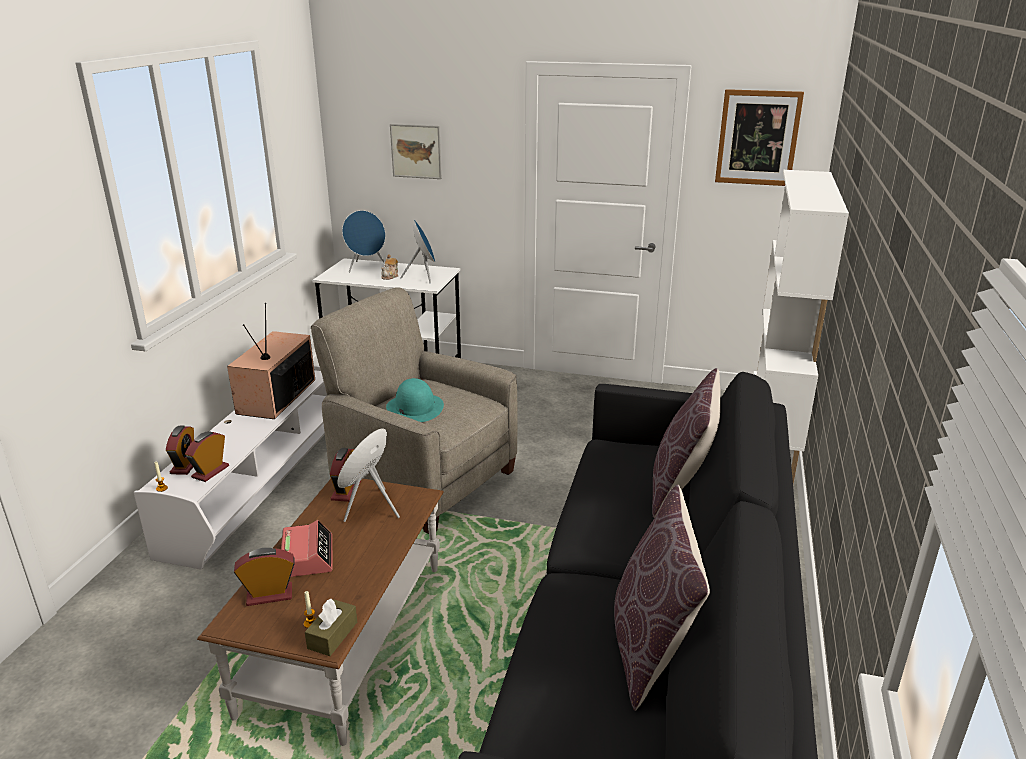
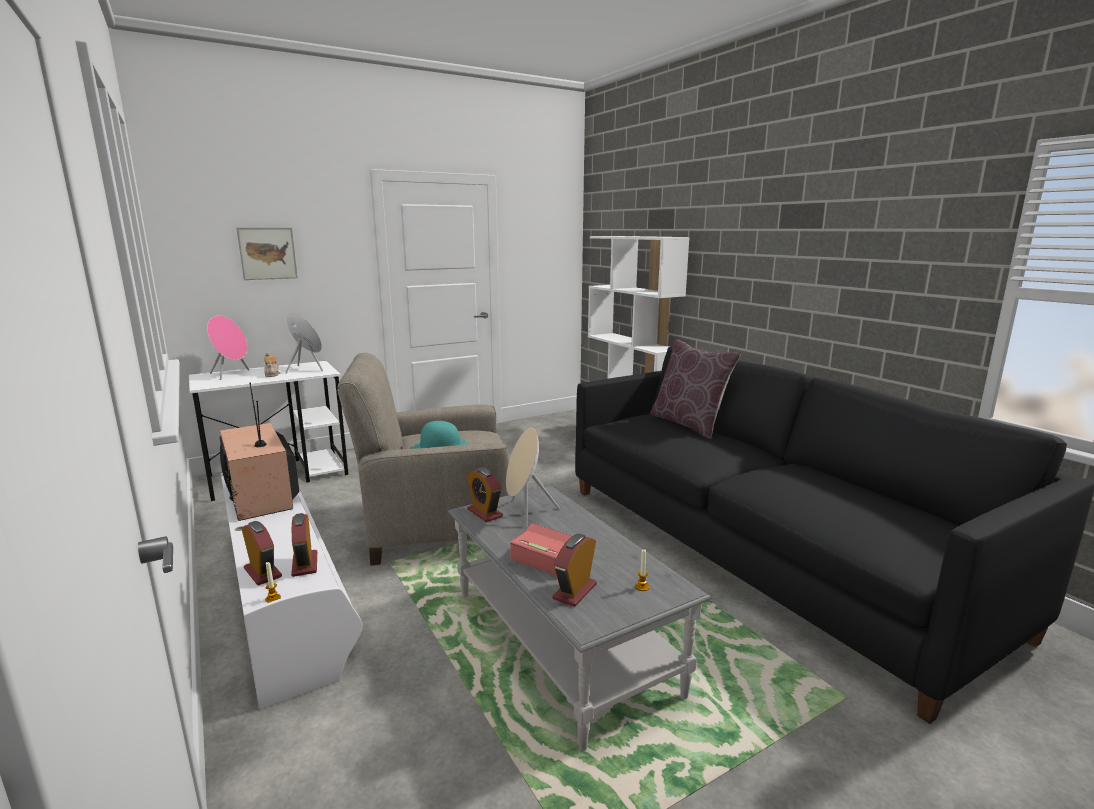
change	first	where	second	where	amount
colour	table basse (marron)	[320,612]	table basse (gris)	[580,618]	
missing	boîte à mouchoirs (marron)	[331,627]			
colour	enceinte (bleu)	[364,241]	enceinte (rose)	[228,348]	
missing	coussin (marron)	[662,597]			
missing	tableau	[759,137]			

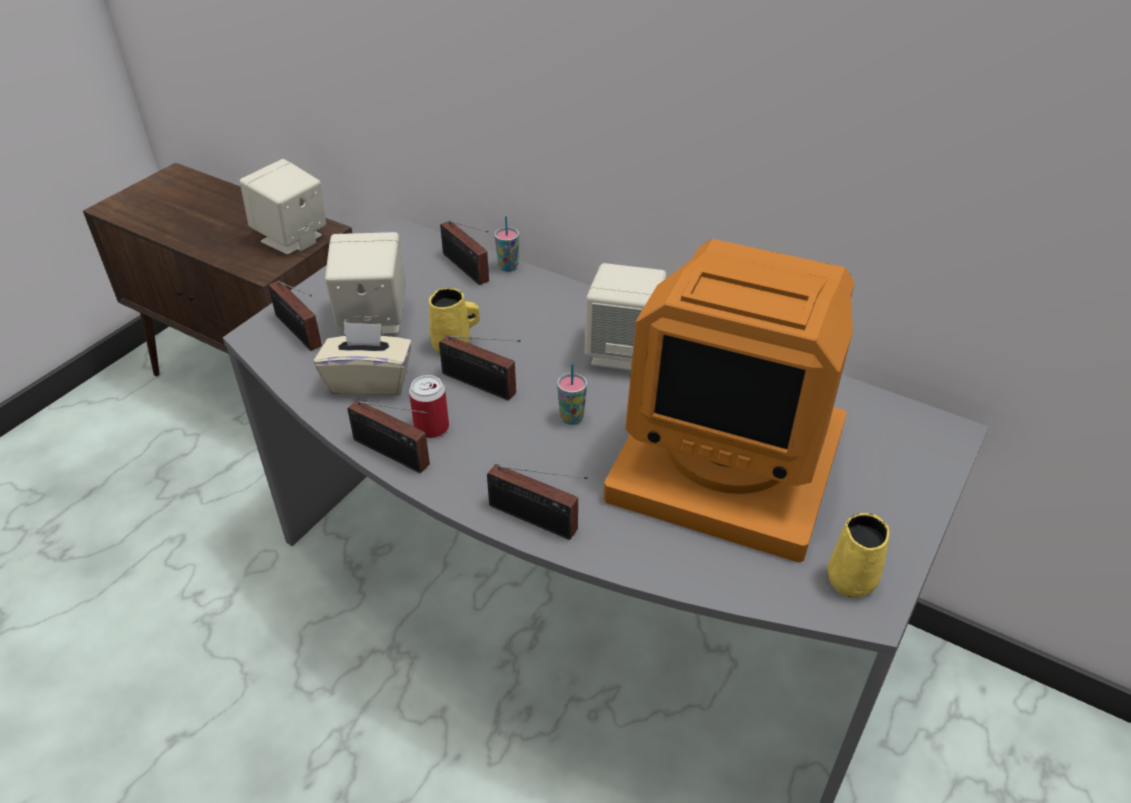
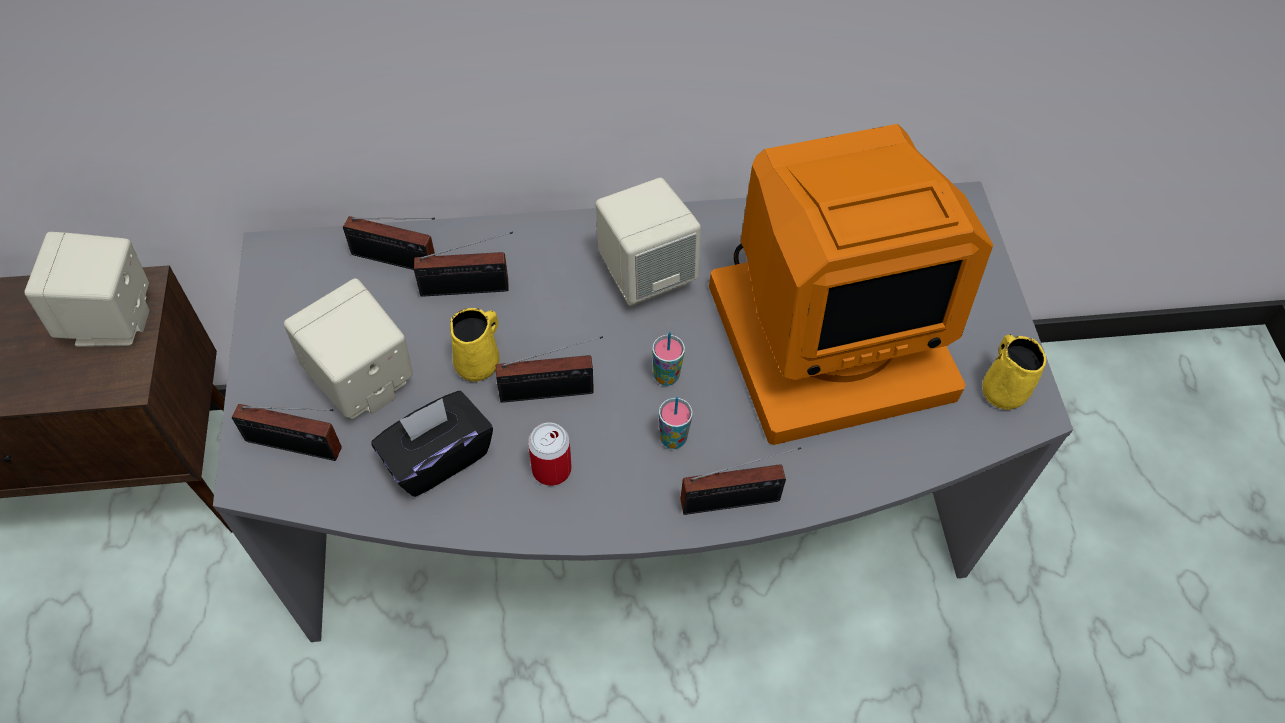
change	first	where	second	where	amount
colour	boîte à mouchoirs (beige)	[363,358]	boîte à mouchoirs (noir)	[432,444]	
relocated	radio	[388,436]		[463,264]	
relocated	tasse	[506,244]		[676,423]	

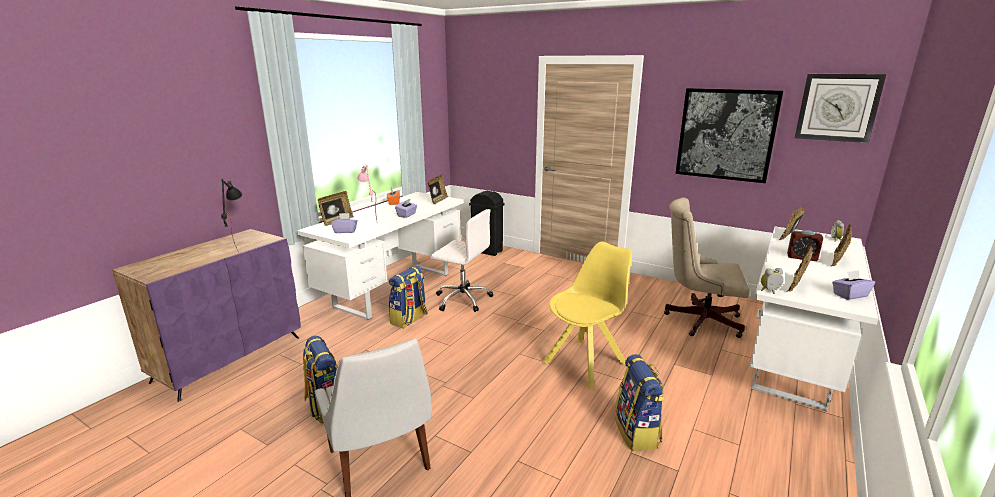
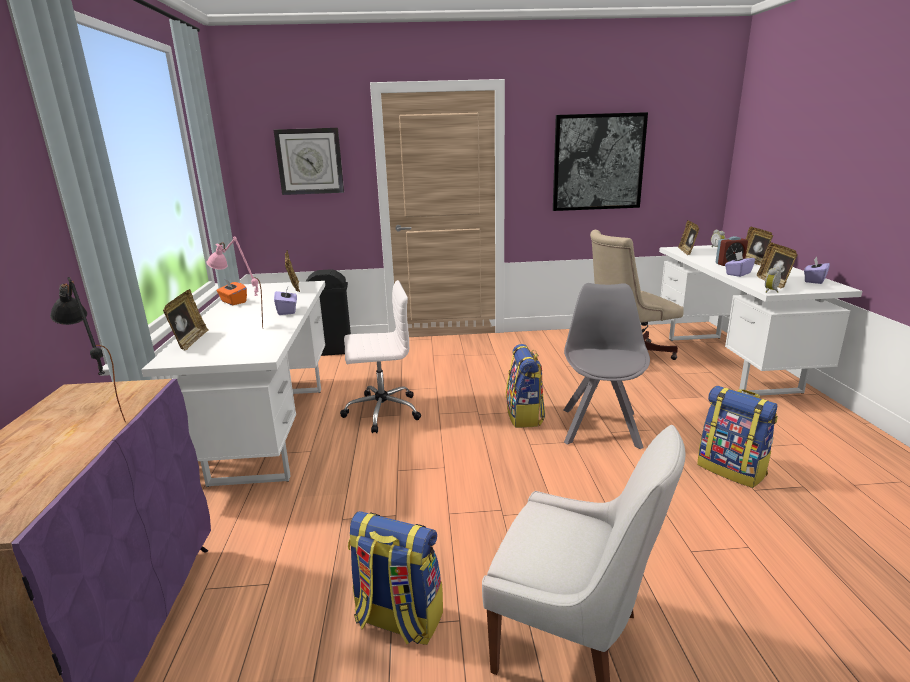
change	first	where	second	where	amount
relocated	boîte à mouchoirs (violet)	[344,223]		[740,264]	
relocated	sac à dos	[408,297]		[525,386]	
colour	chaise (jaune)	[587,315]	chaise (gris)	[606,366]	
relocated	horloge murale	[840,108]		[309,161]	

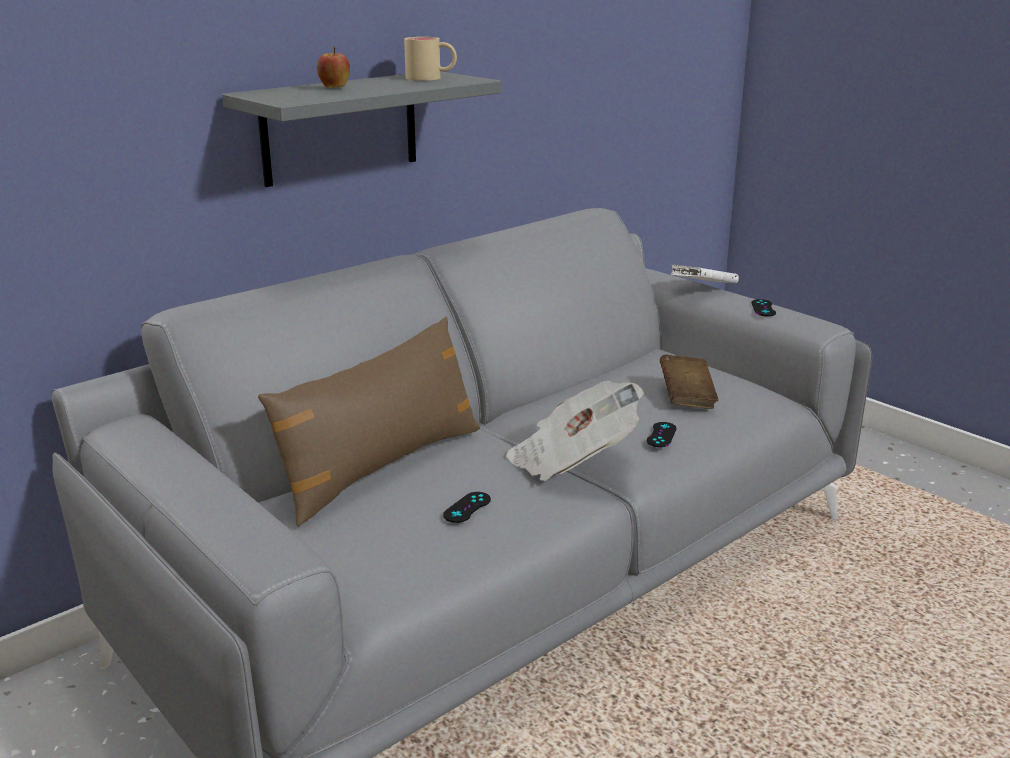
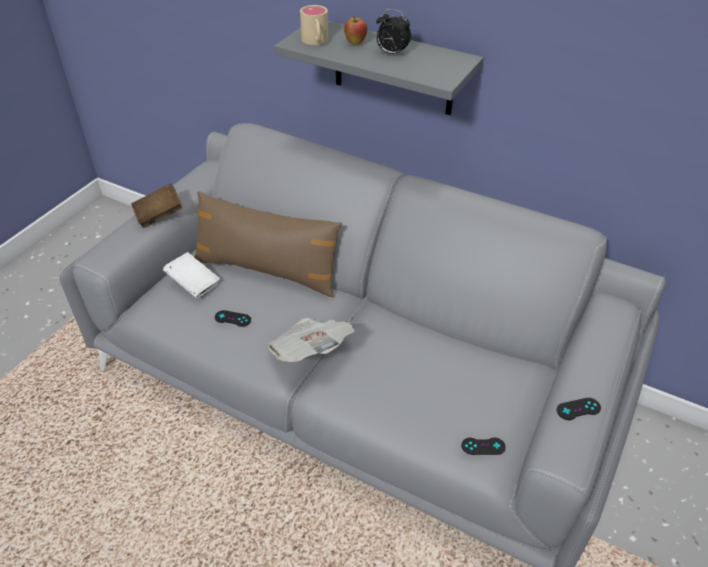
change	first	where	second	where	amount
relocated	mug (beige)	[430,59]		[314,25]	
relocated	manette (noir)	[662,434]		[483,446]	
relocated	livre (marron)	[689,382]		[157,205]	
relocated	livre (blanc)	[705,273]		[191,275]	
appeared			réveil	[393,32]	

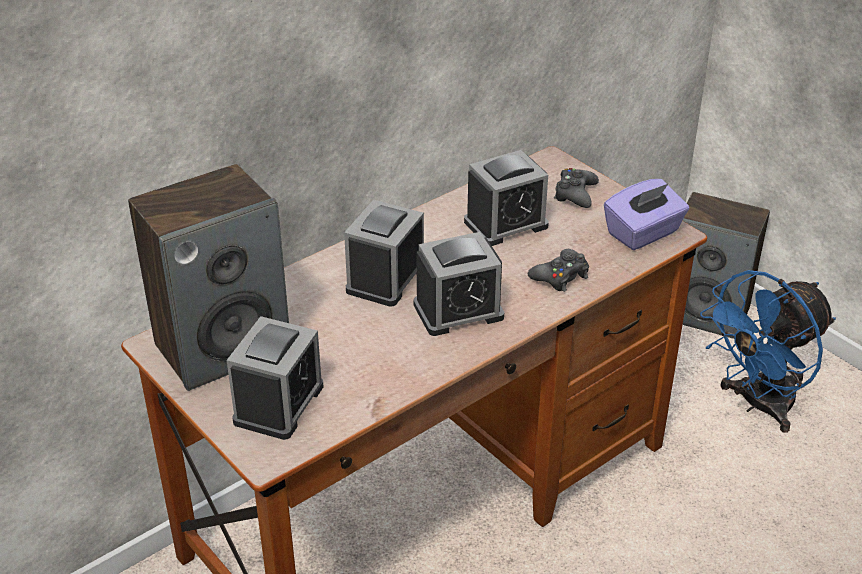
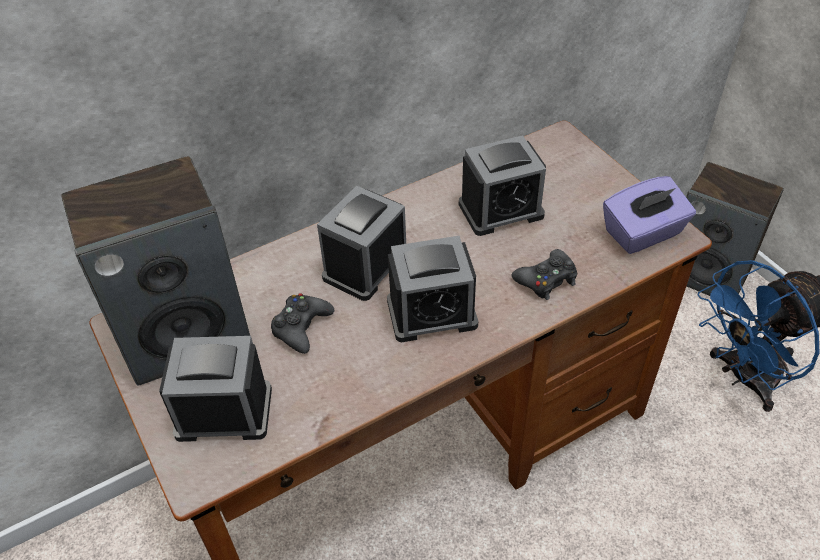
change	first	where	second	where	amount
spun	réveil	[275,378]		[215,389]	120 degrees counterclockwise
relocated	manette (noir)	[576,188]		[302,324]	

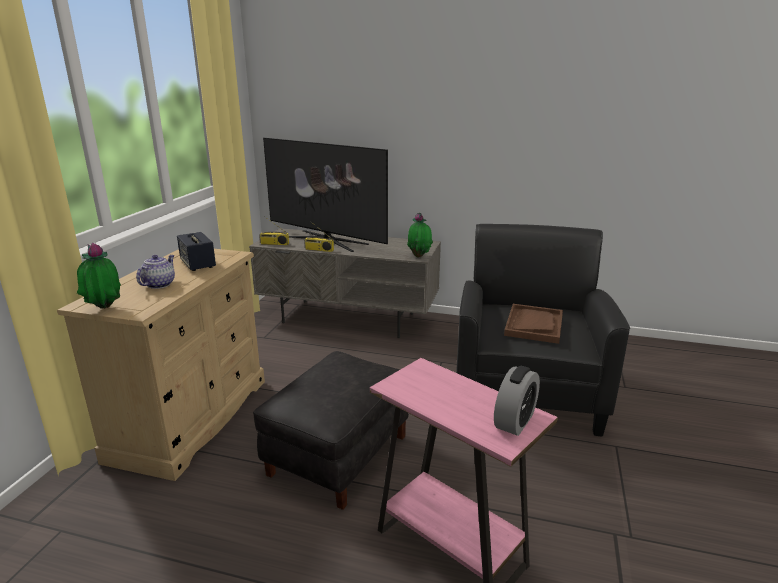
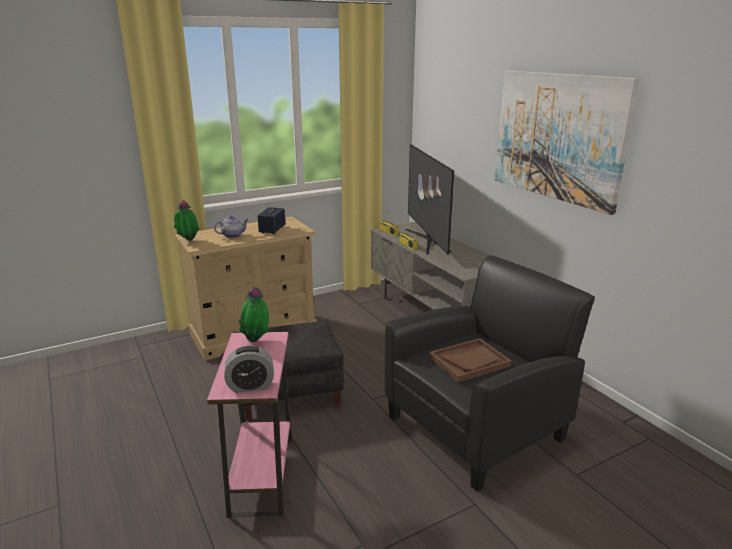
change	first	where	second	where	amount
relocated	plante en pot	[420,235]		[253,314]	
appeared			tableau	[567,142]	

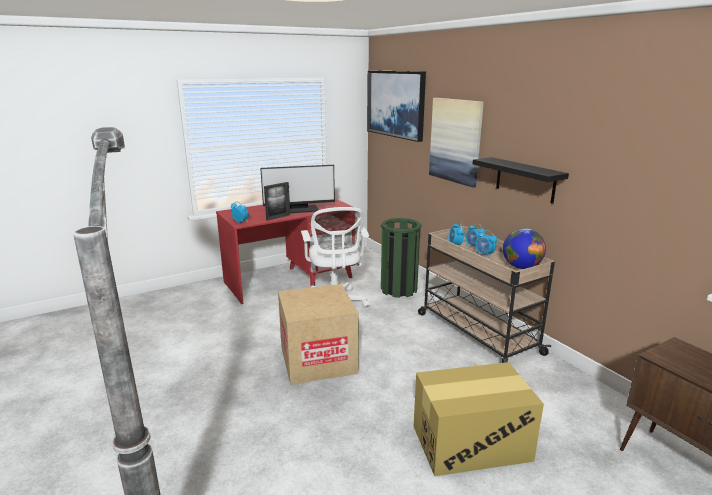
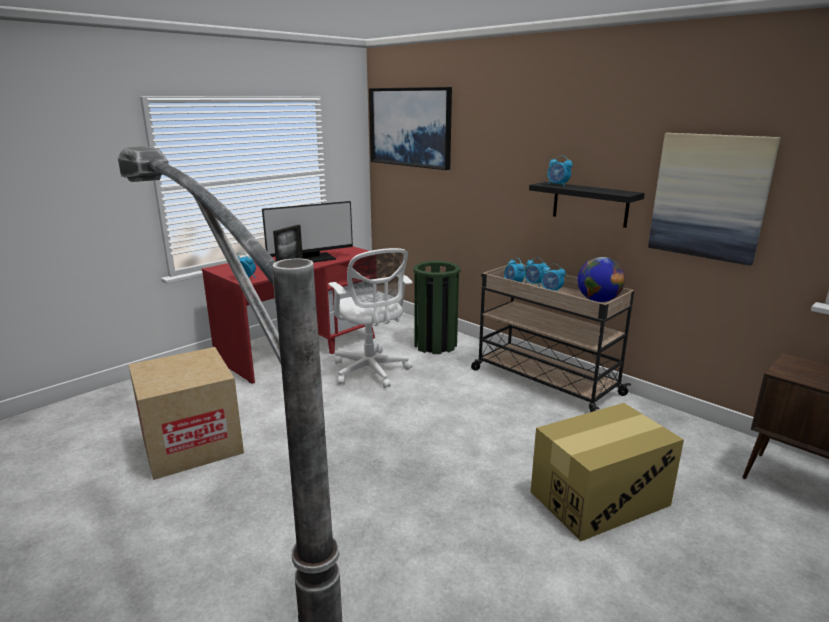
change	first	where	second	where	amount
relocated	carton	[318,334]		[186,413]	
relocated	tableau	[456,143]		[714,199]	
appeared			réveil	[560,170]	

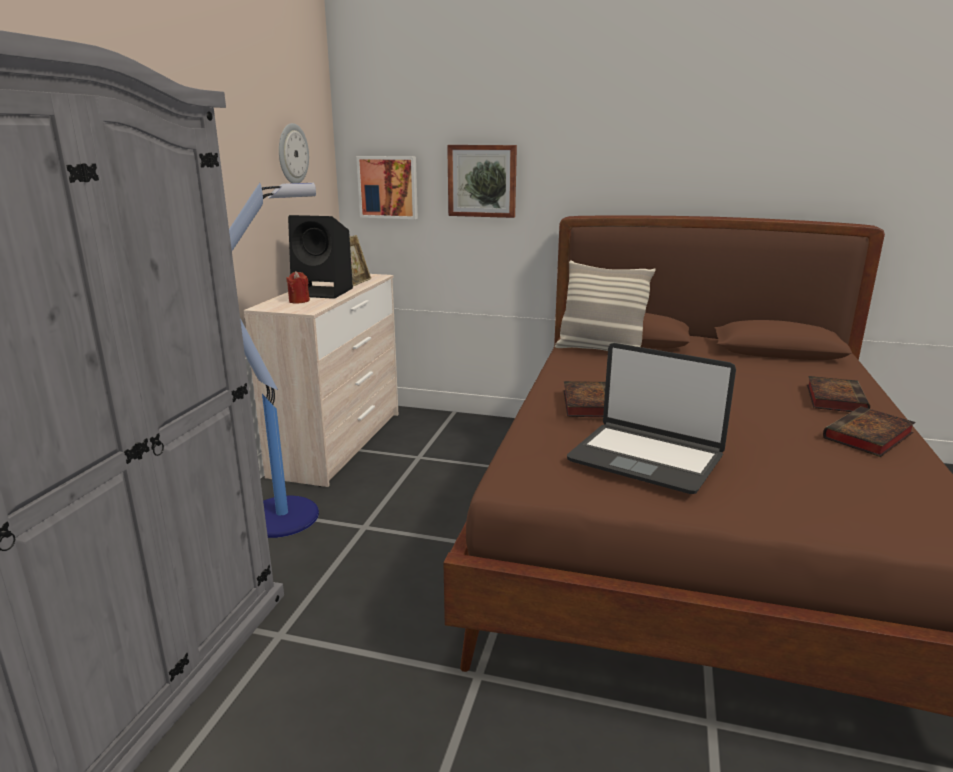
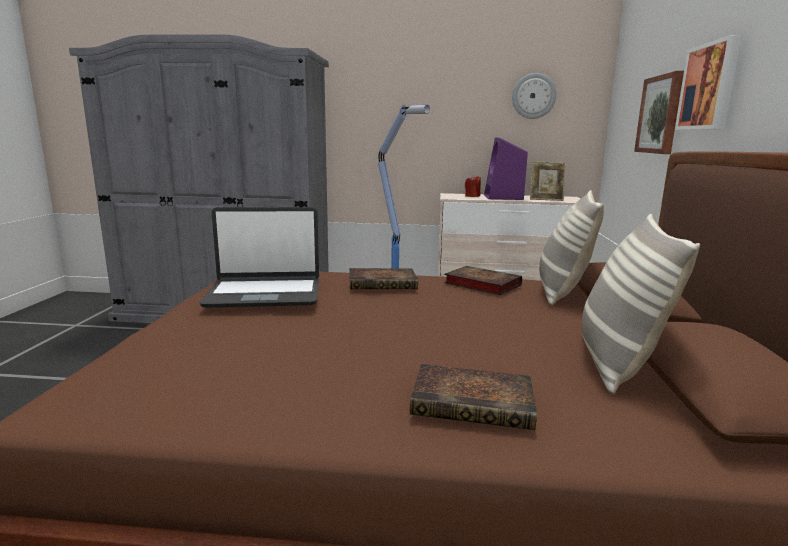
change	first	where	second	where	amount
colour	enceinte (noir)	[320,257]	enceinte (violet)	[506,169]	
relocated	tableau	[387,187]		[708,82]	
spun	ordinateur portable	[651,418]		[259,257]	120 degrees counterclockwise
relocated	livre	[869,431]		[483,280]	
appeared			coussin	[641,304]	

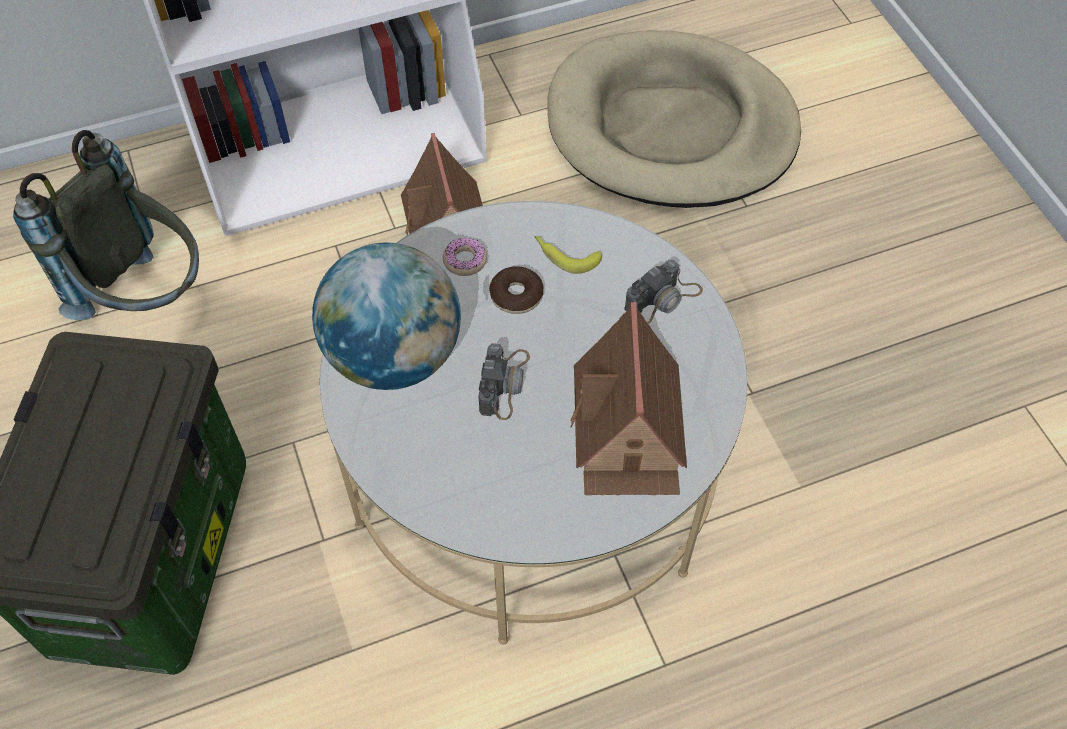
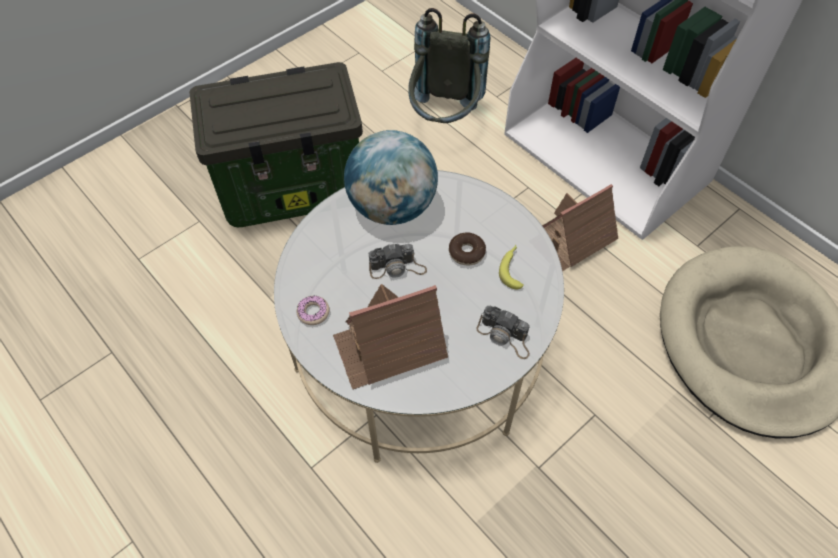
change	first	where	second	where	amount
relocated	beignet	[465,256]		[313,310]	

